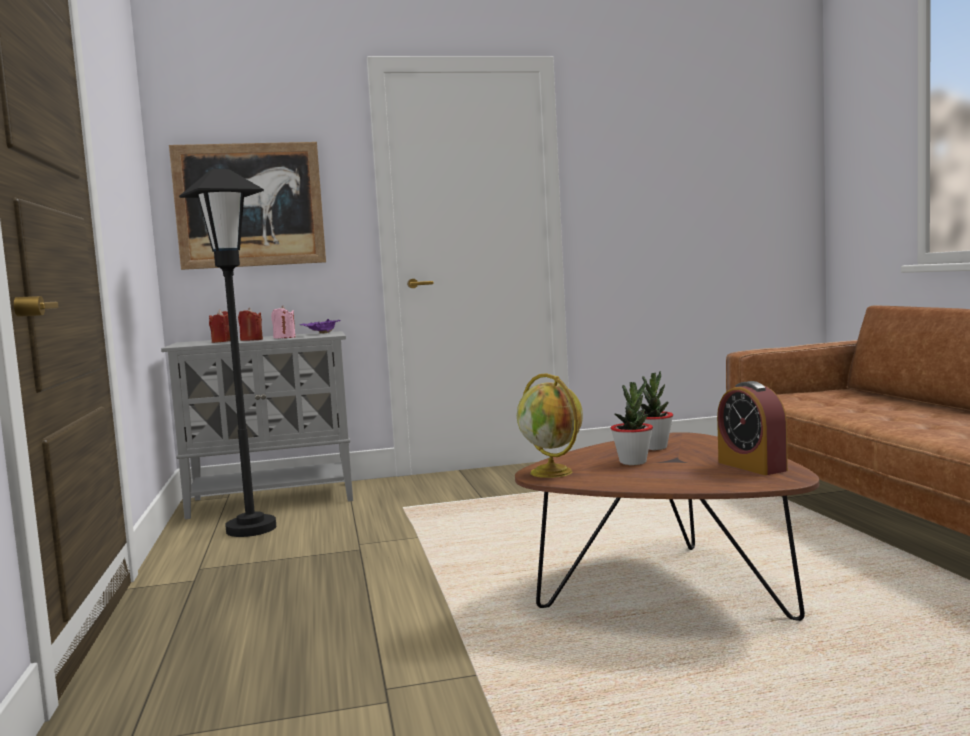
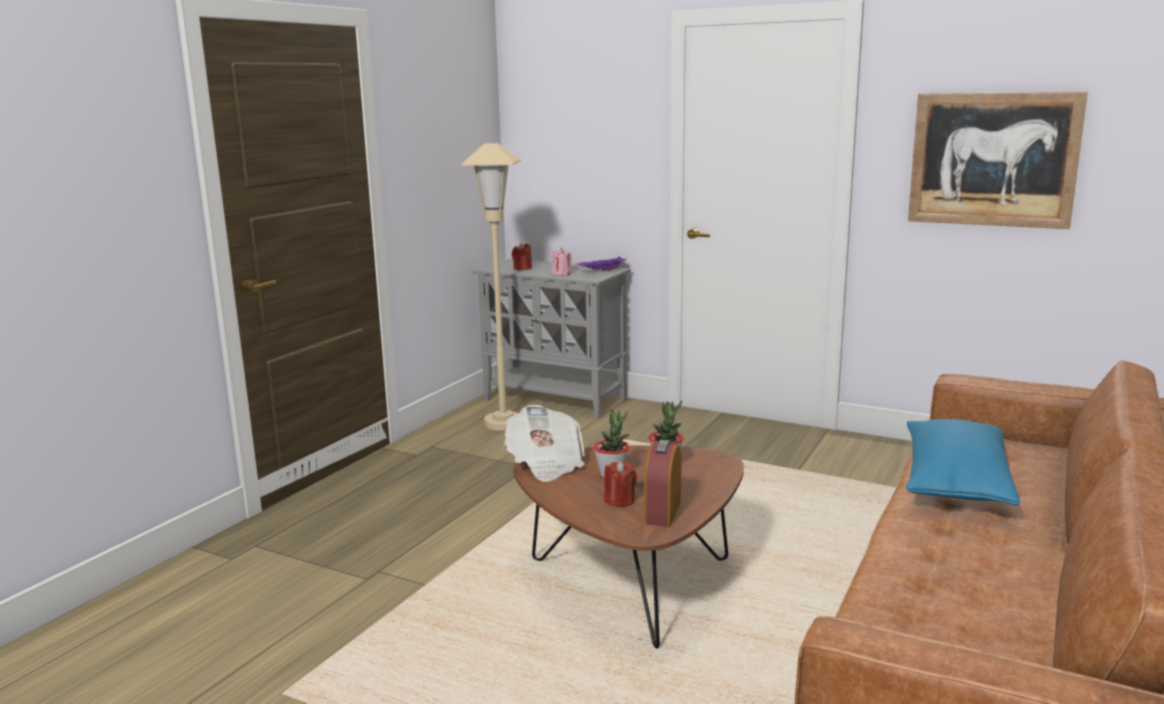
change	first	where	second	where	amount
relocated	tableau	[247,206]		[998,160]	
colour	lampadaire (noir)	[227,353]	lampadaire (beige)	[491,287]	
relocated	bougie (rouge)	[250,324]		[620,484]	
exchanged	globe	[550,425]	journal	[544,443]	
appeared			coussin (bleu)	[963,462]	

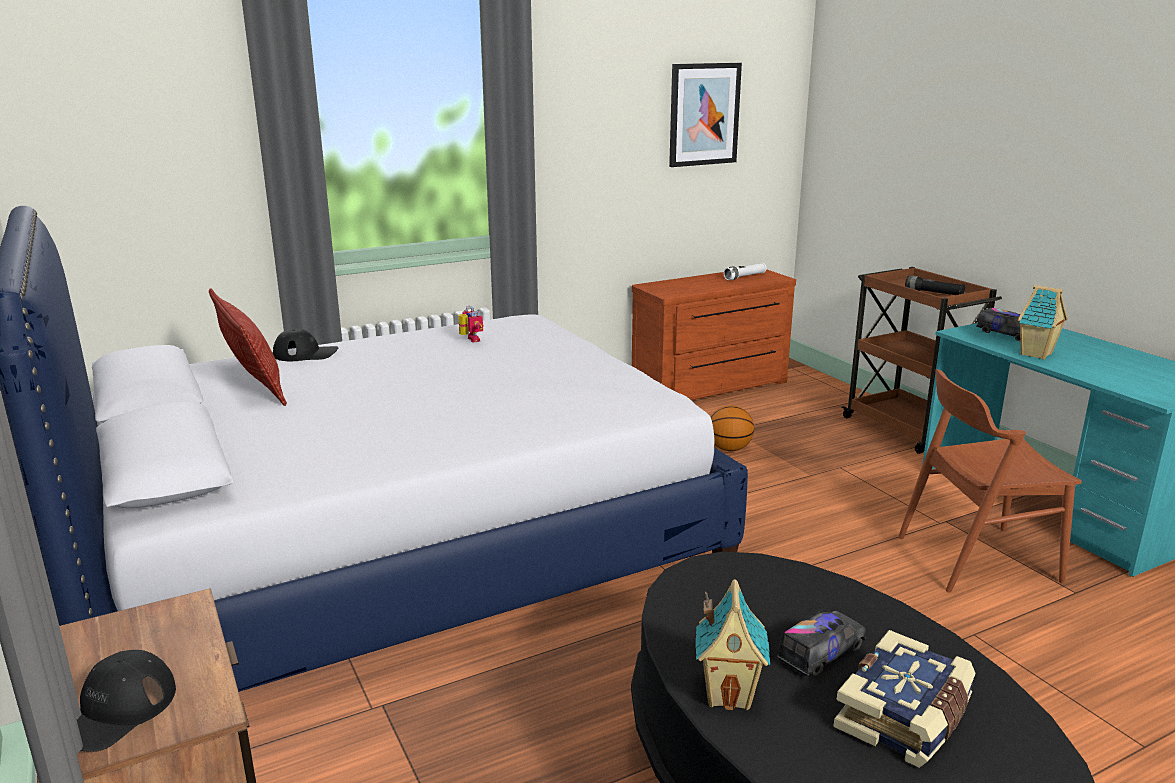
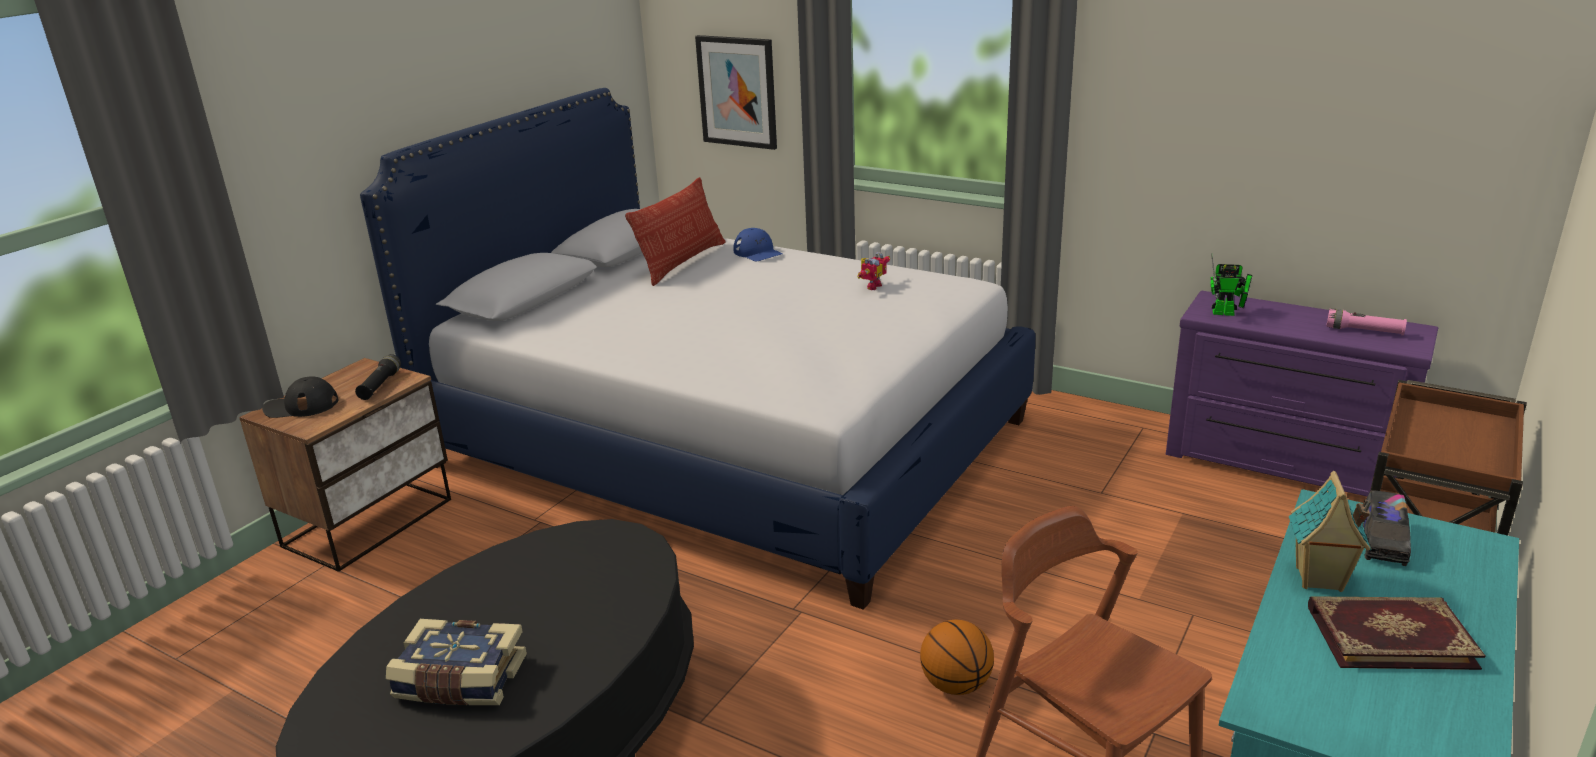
change	first	where	second	where	amount
colour	casquette (noir)	[305,345]	casquette (bleu)	[758,244]	
colour	commode (marron)	[714,334]	commode (violet)	[1302,393]	
relocated	tableau	[705,115]		[736,92]	
missing	maison miniature	[732,644]			
relocated	ballon de basket	[732,428]		[957,657]	
colour	lampe de poche (blanc)	[745,271]	lampe de poche (rose)	[1366,322]	
missing	camion jouet	[821,642]			
relocated	lampe de poche (noir)	[935,285]		[378,377]	
appeared			robot jouet	[1232,284]	
appeared			livre	[1396,633]	

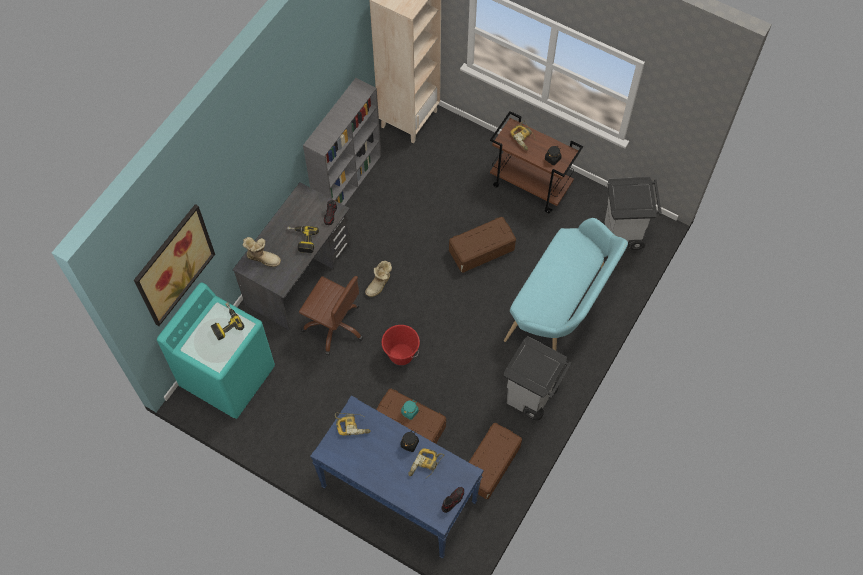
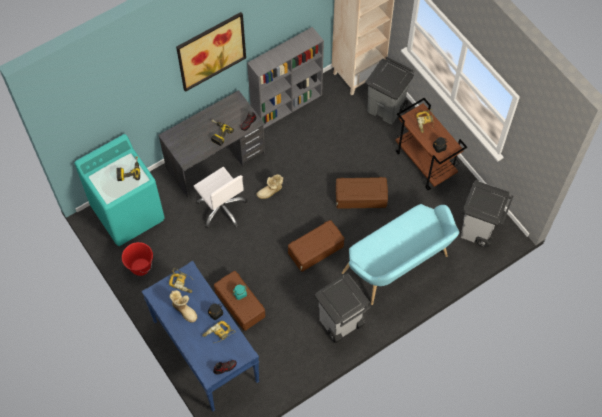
change	first	where	second	where	amount
relocated	tableau	[174,265]		[211,52]	
relocated	botte	[262,252]		[183,306]	
colour	chaise de bureau (marron)	[331,315]	chaise de bureau (blanc)	[220,198]	
relocated	seau (rouge)	[401,345]		[137,259]	
relocated	boîte de rangement (marron)	[495,461]		[316,246]	
appeared			poubelle (gris)	[389,90]	

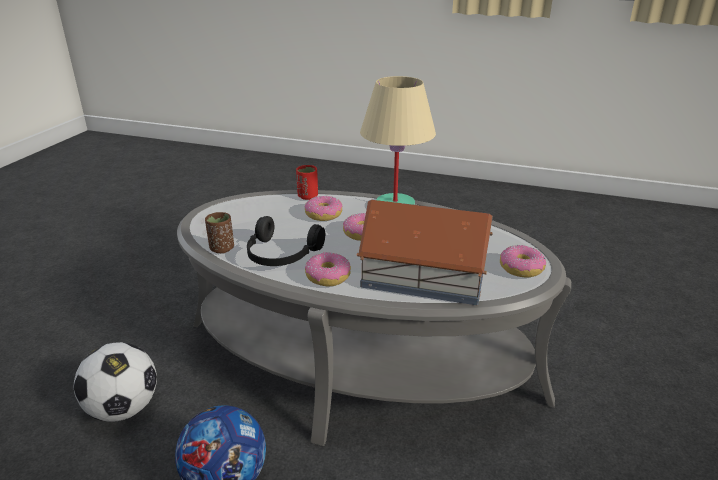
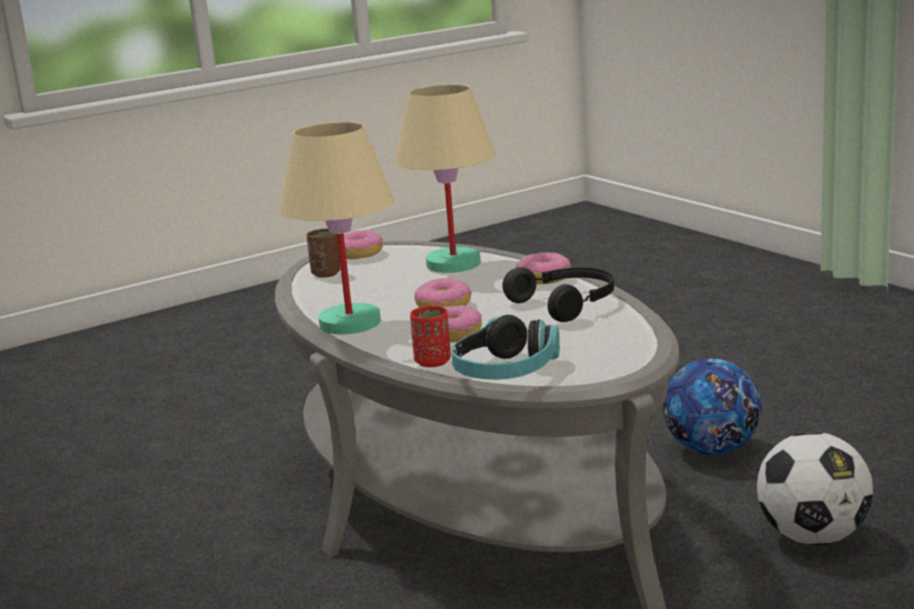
change	first	where	second	where	amount
relocated	tasse (marron)	[219,232]		[324,253]	
exchanged	maison miniature	[425,252]	lampe de table (beige)	[445,178]	
appeared			casque audio	[506,347]	

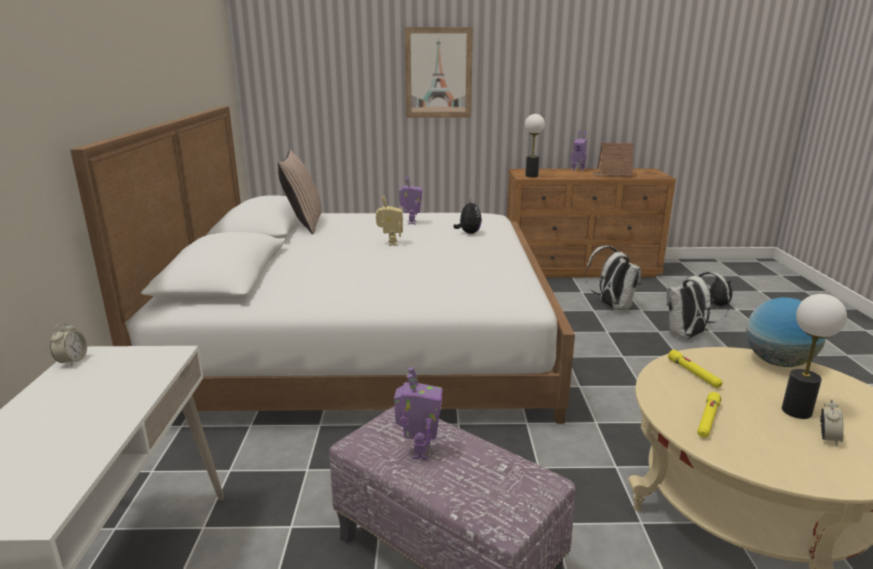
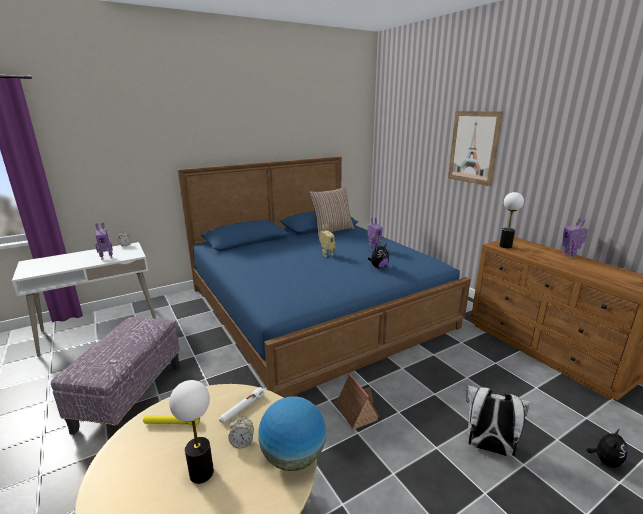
change	first	where	second	where	amount
colour	lit (blanc)	[322,265]	lit (bleu)	[324,277]	
relocated	robot jouet	[418,413]		[104,241]	
missing	sac à dos (blanc)	[613,278]			
relocated	maison miniature	[612,160]		[357,402]	
colour	lampe de poche (jaune)	[695,369]	lampe de poche (blanc)	[242,405]	
relocated	réveil	[832,422]		[241,432]	

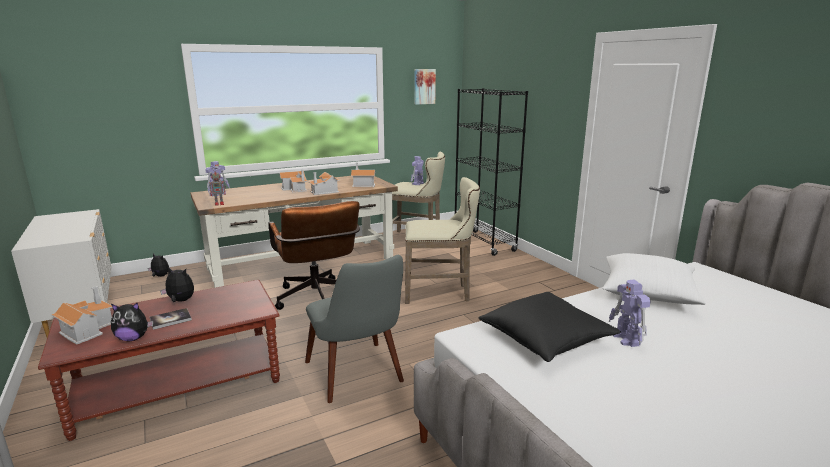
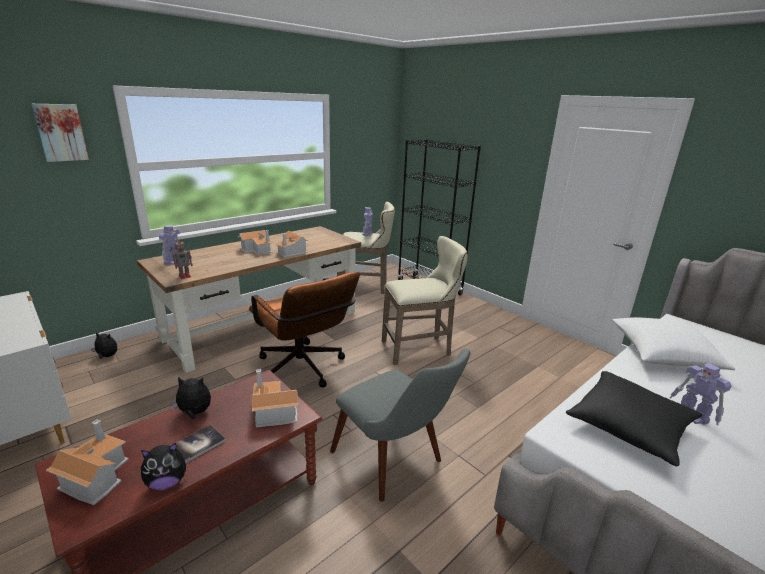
change	first	where	second	where	amount
relocated	maison miniature	[363,175]		[275,398]	
relocated	tableau	[425,87]		[60,133]	

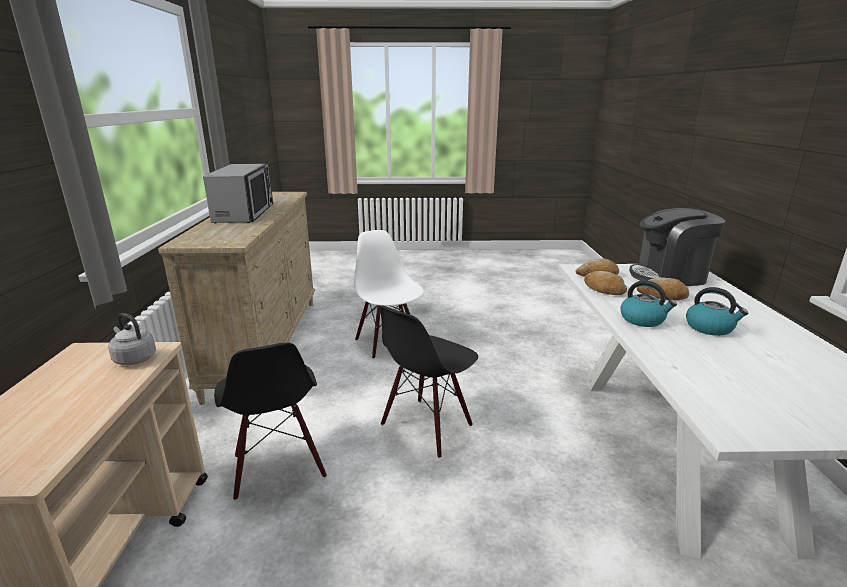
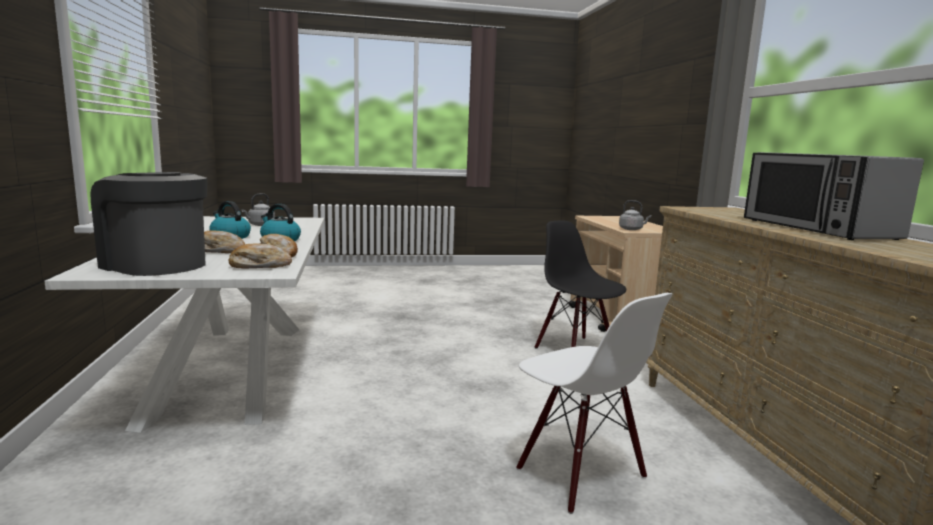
change	first	where	second	where	amount
missing	chaise (noir)	[428,381]			
spun	machine à café	[677,247]		[148,224]	135 degrees counterclockwise
appeared			bouilloire (gris)	[258,209]	

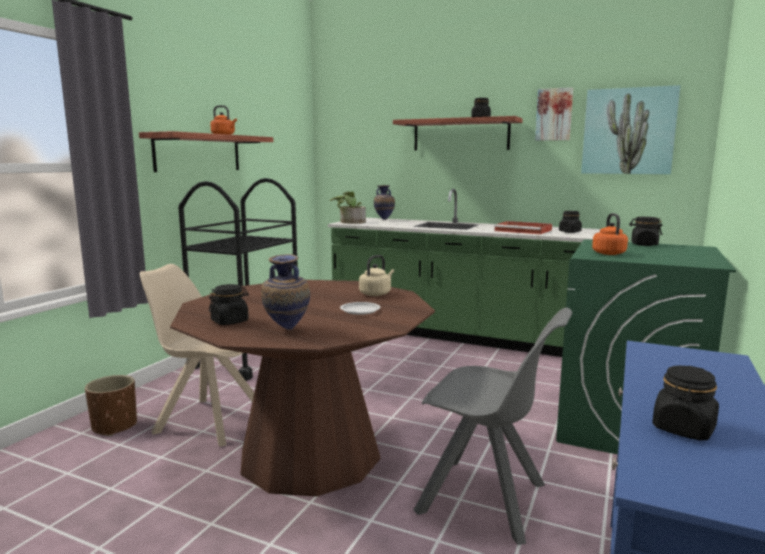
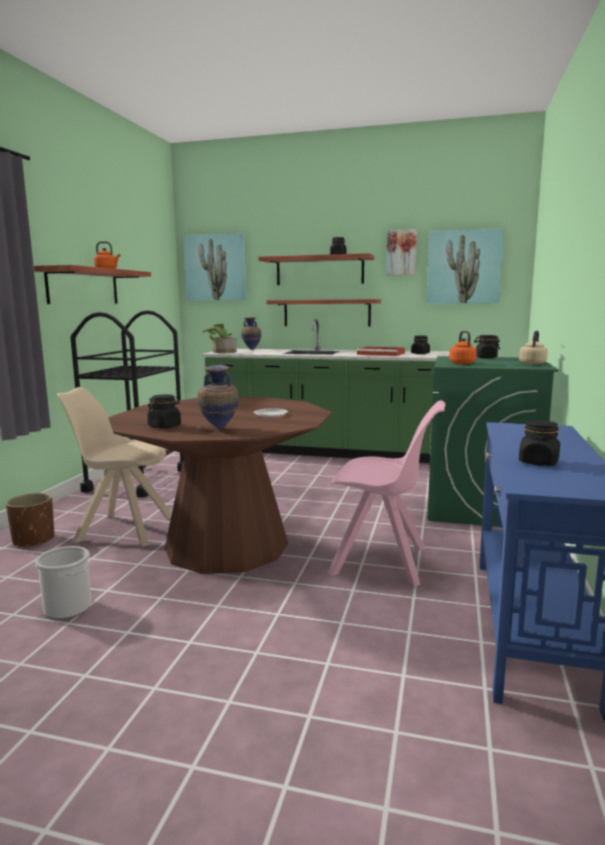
change	first	where	second	where	amount
relocated	bouilloire (beige)	[376,275]		[533,347]	
colour	chaise (gris)	[493,426]	chaise (rose)	[387,493]	
appeared			seau	[63,582]	
appeared			tableau	[215,266]	
appeared			étagère	[324,312]	

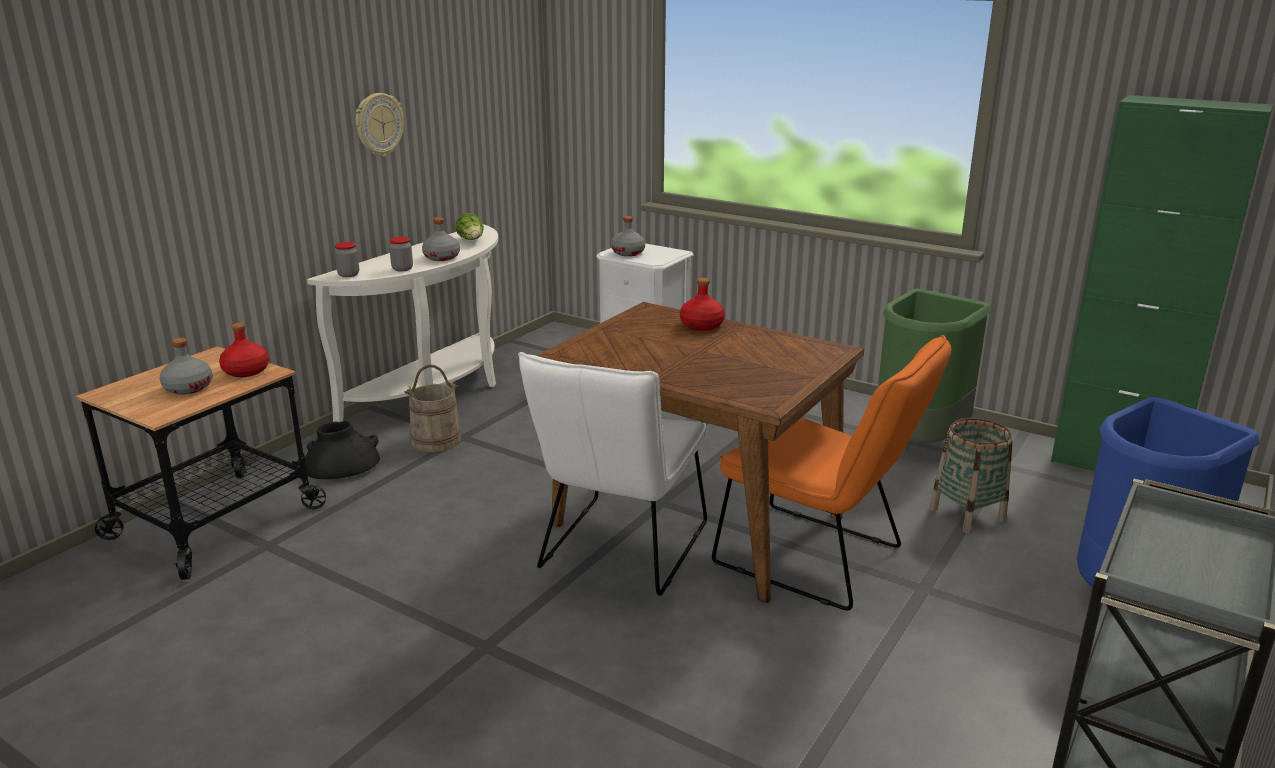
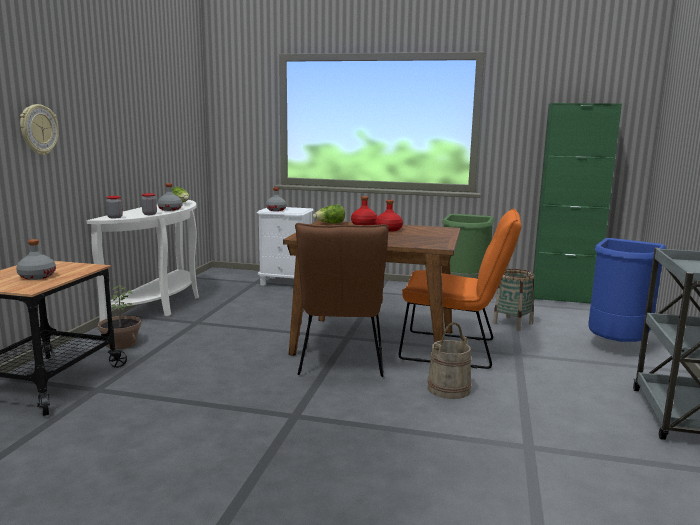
change	first	where	second	where	amount
relocated	bouteille (rouge)	[244,350]		[389,216]	
exchanged	vase (noir)	[342,450]	plante en pot	[119,317]	
relocated	horloge murale	[380,125]		[39,129]	
relocated	seau (beige)	[433,408]		[449,360]	
colour	chaise (blanc)	[612,474]	chaise (marron)	[342,300]	
appeared			laitue	[329,213]	

